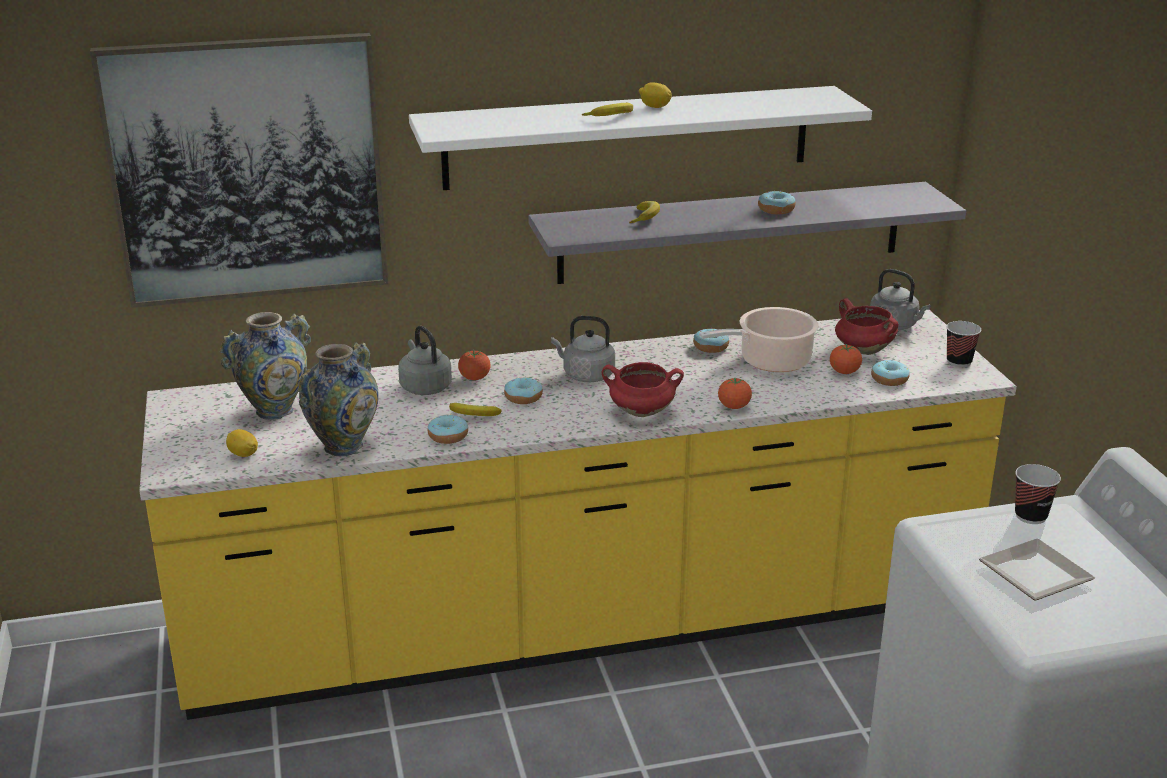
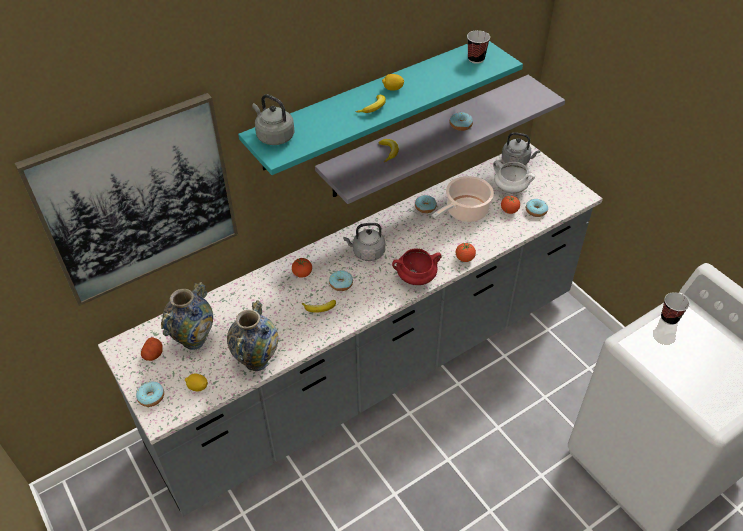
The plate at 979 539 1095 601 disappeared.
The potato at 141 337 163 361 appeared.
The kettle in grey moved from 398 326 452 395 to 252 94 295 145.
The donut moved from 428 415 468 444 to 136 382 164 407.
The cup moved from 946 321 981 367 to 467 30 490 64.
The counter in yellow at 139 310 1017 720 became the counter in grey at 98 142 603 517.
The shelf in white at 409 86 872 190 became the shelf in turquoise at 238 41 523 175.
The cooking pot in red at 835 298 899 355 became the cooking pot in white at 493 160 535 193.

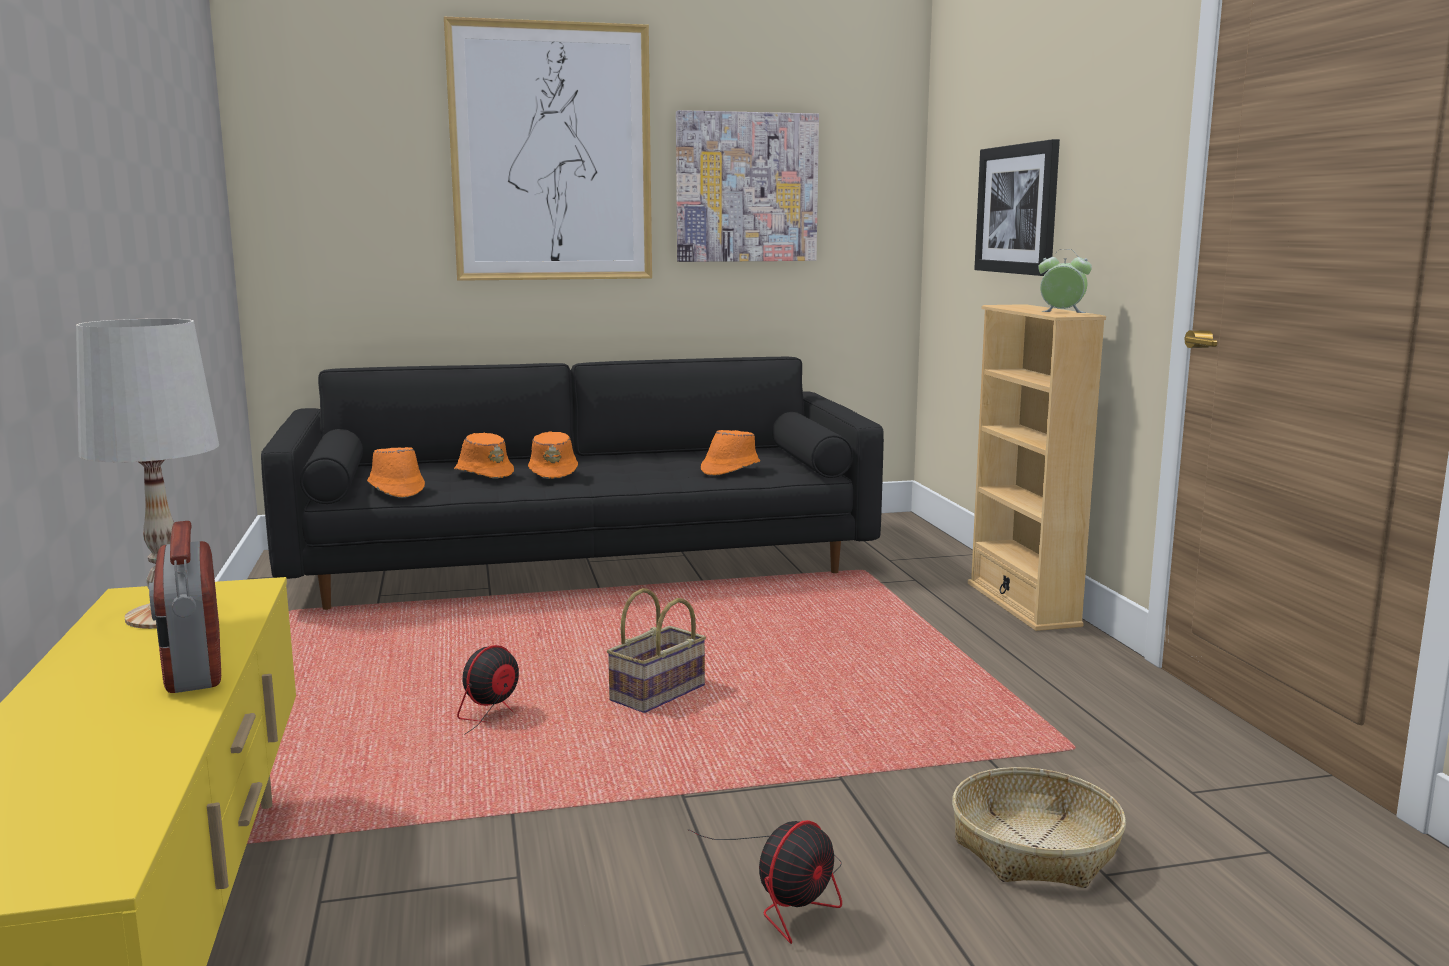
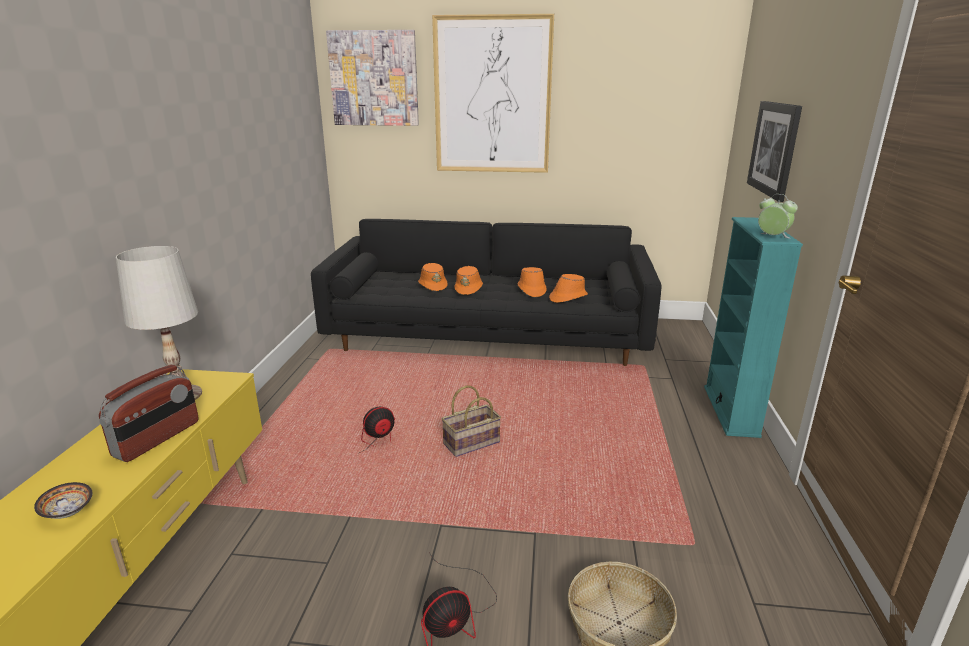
The bowl at 34 482 92 519 appeared.
The hat in orange moved from 367 447 425 498 to 518 267 547 297.
The picture moved from 676 110 819 262 to 326 30 419 126.
The bookcase in beige at 968 304 1106 631 became the bookcase in turquoise at 704 217 803 438.
The radio at 149 521 221 693 turned 150 degrees counterclockwise.

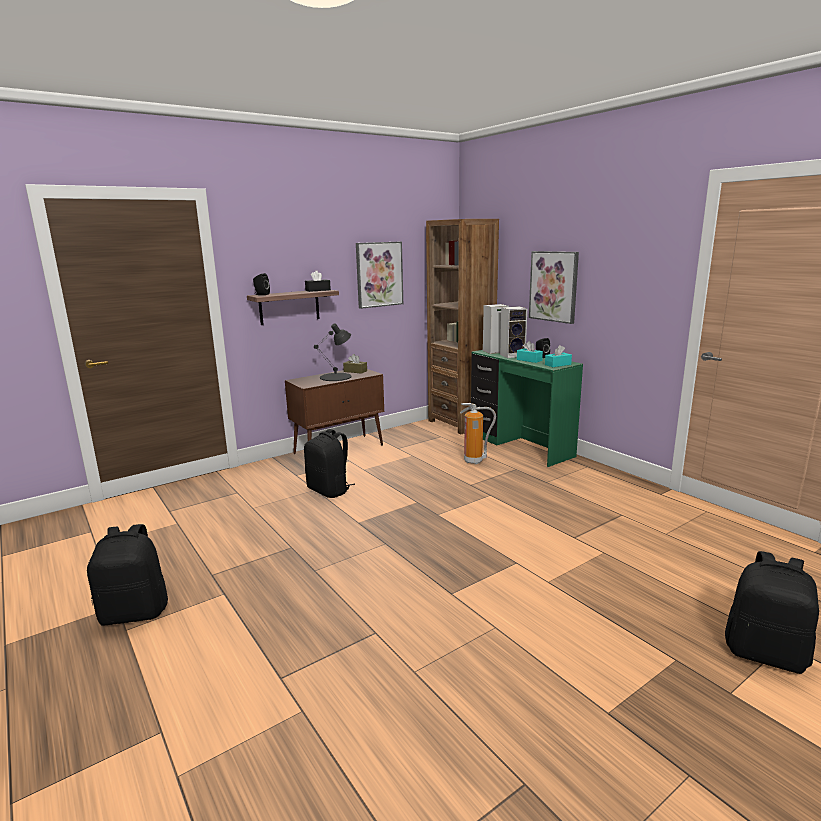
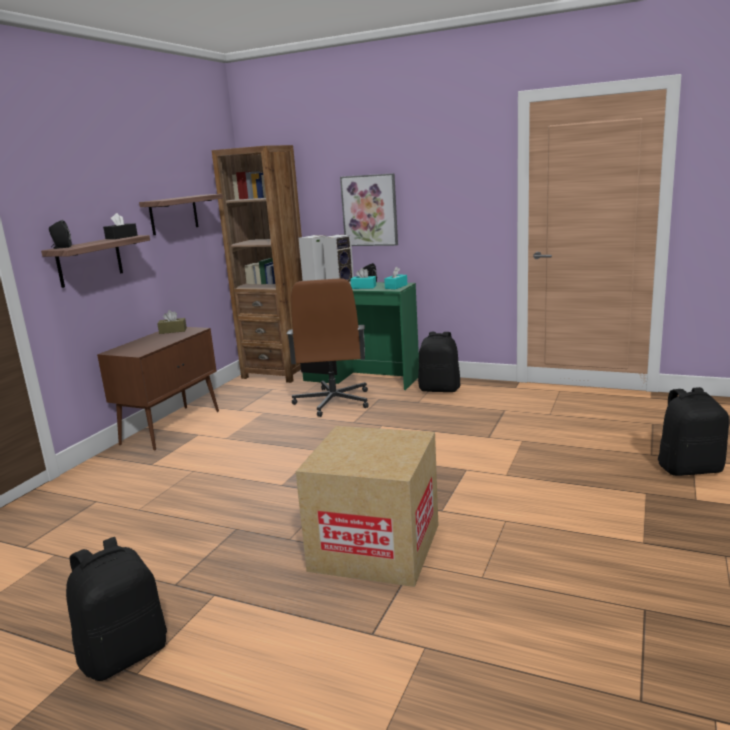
The table lamp in black at 314 323 352 381 disappeared.
The cardboard box at 296 426 438 587 appeared.
The backpack in black moved from 304 429 355 498 to 418 332 460 392.
The picture at 356 242 403 309 was replaced by the shelf at 139 194 223 235.
The fire extinguisher at 460 403 496 464 was replaced by the office chair in brown at 287 278 369 417.

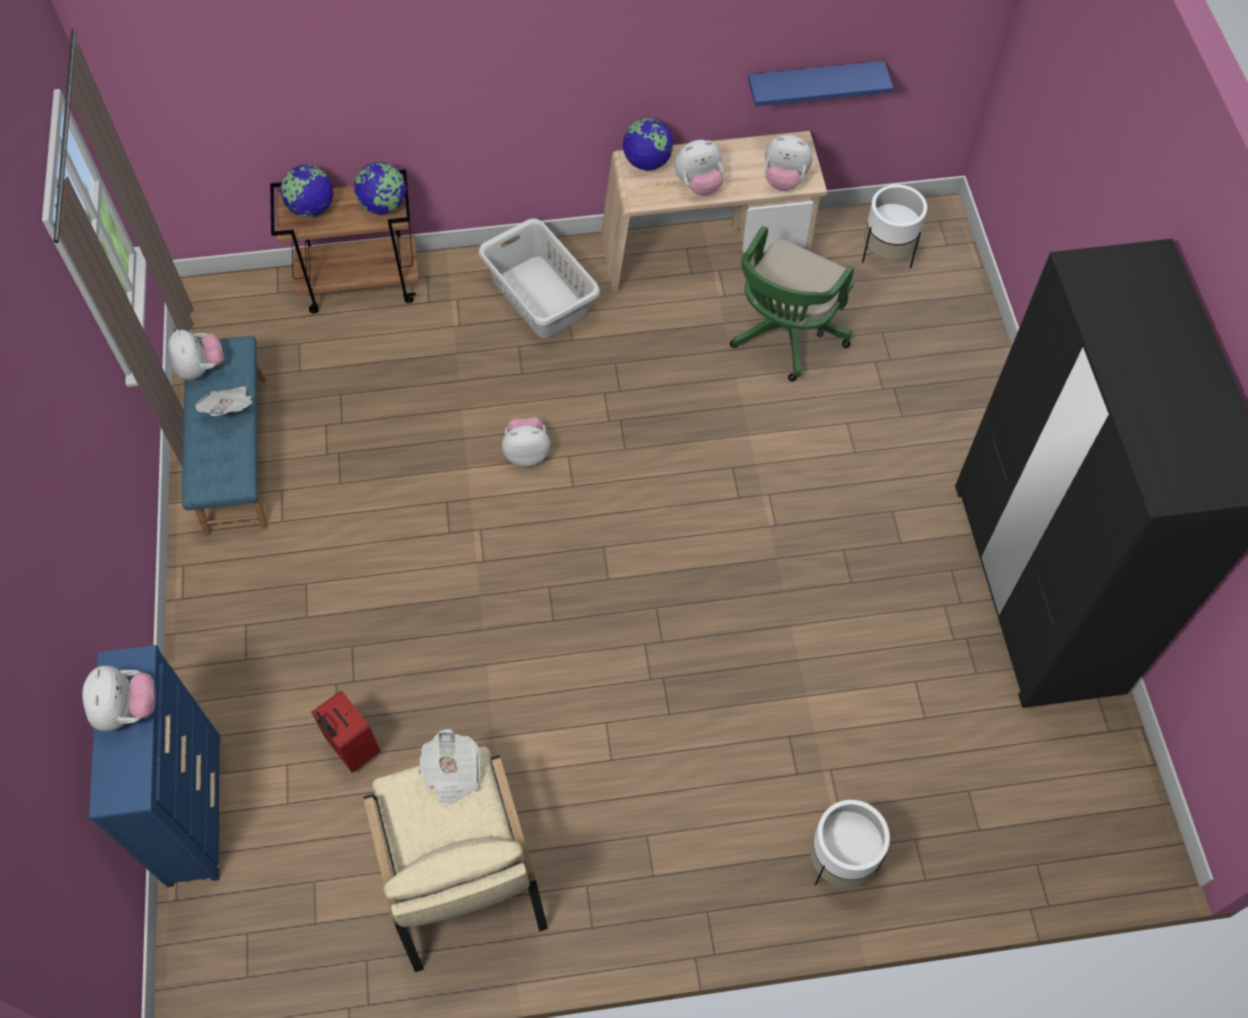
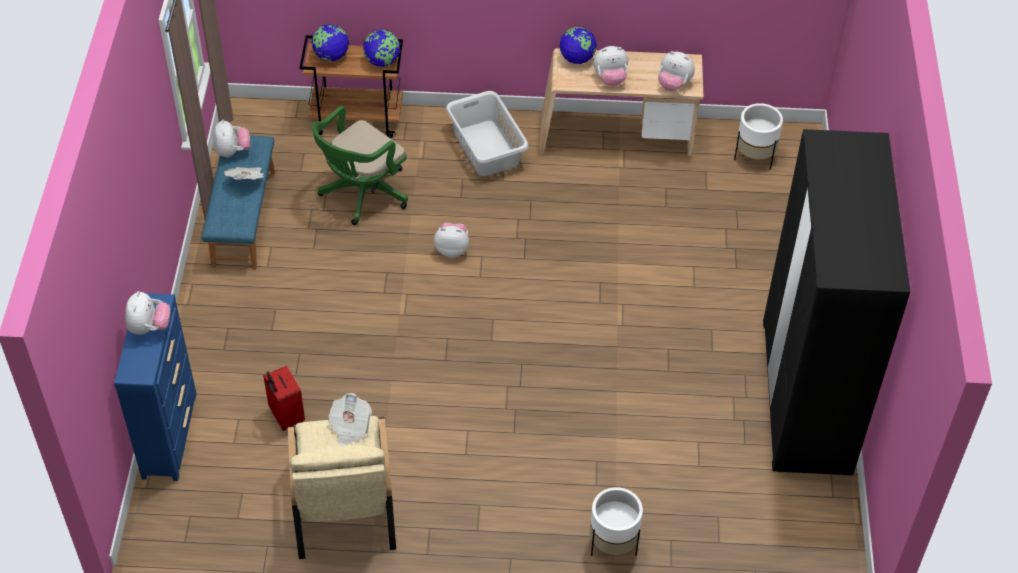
The shelf in blue at 748 61 893 106 disappeared.
The office chair in green moved from 730 226 854 382 to 312 106 408 225.

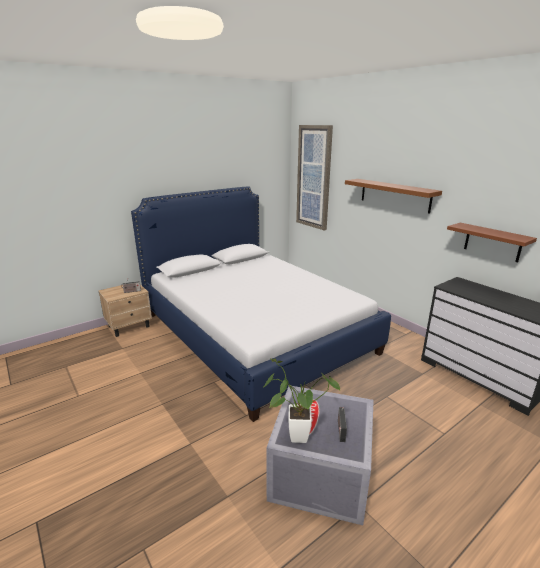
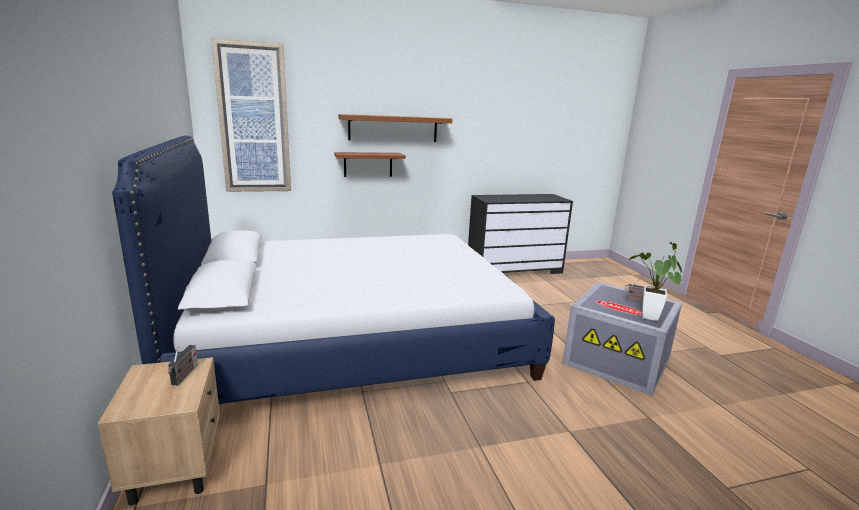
The shelf in brown moved from 447 223 537 262 to 334 152 406 177.

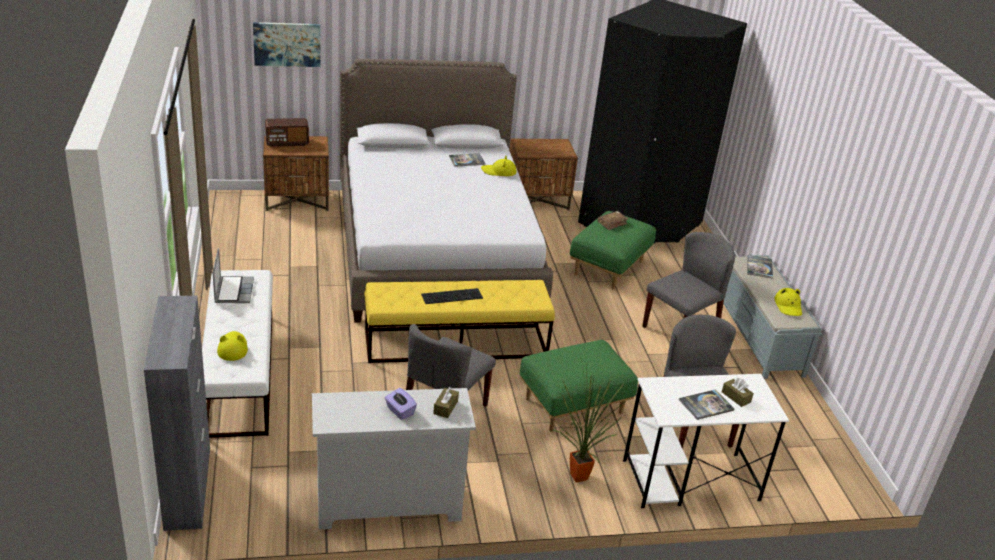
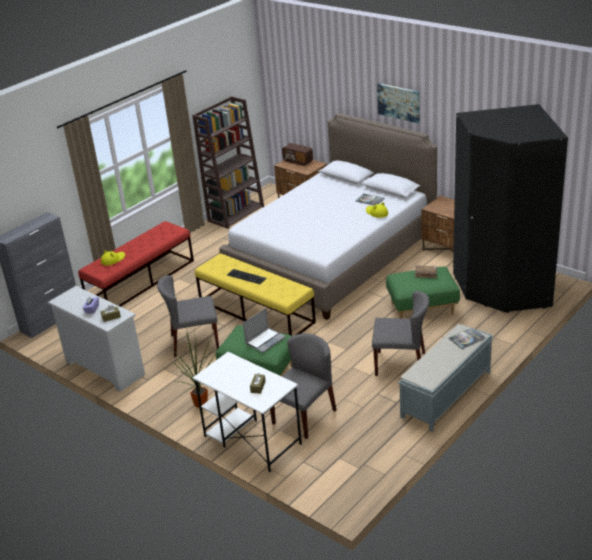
The book at 679 389 734 420 disappeared.
The hat in yellow at 775 288 802 316 disappeared.
The bookcase in brown at 192 96 264 229 appeared.
The laptop moved from 212 248 254 303 to 243 308 286 353.
The picture moved from 253 22 320 67 to 377 83 419 123.
The bench in white at 202 270 273 438 became the bench in red at 78 221 194 307.

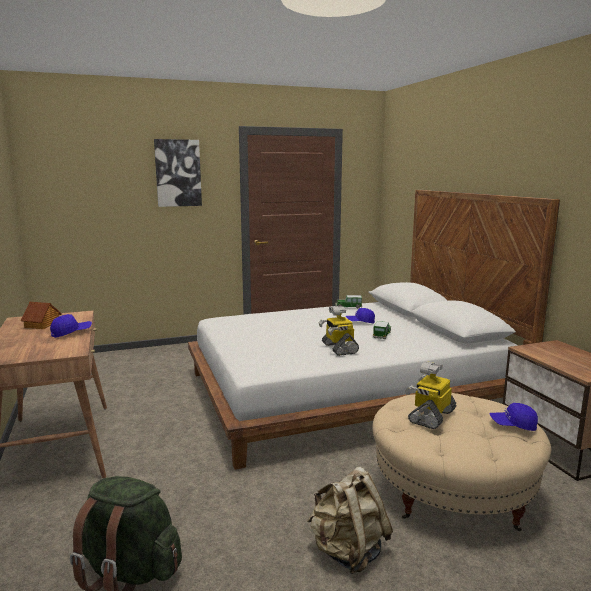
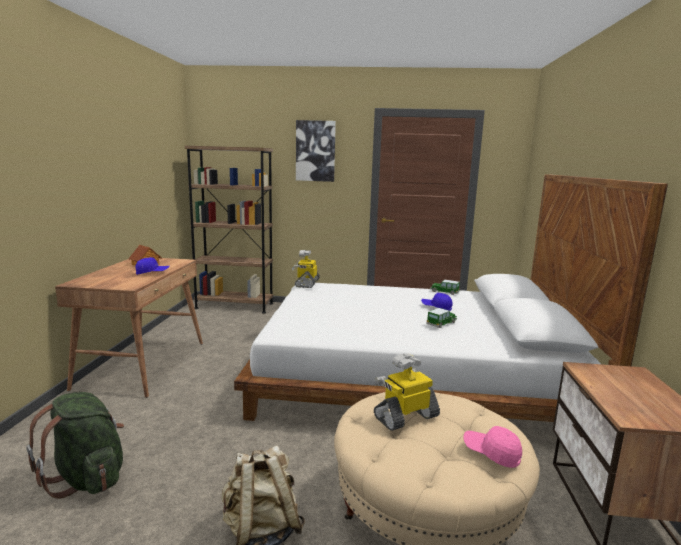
The bookcase in brown at 185 146 273 313 appeared.
The toy robot moved from 319 306 359 356 to 292 250 320 288.
The cap in blue at 490 403 538 431 became the cap in pink at 464 426 522 468.

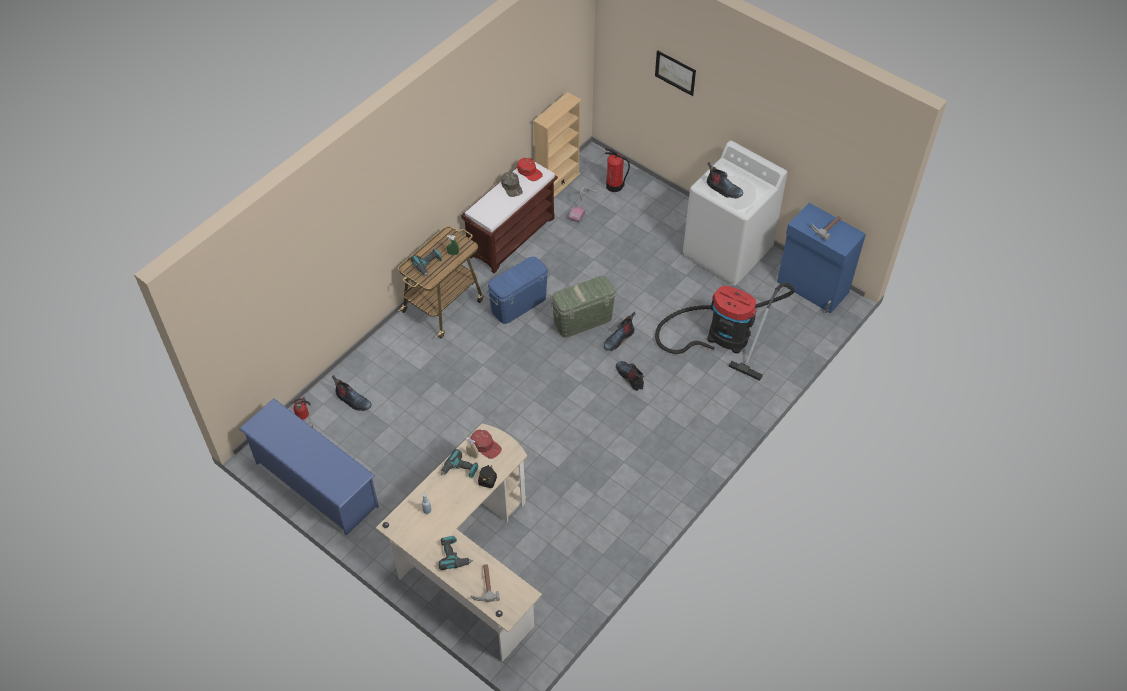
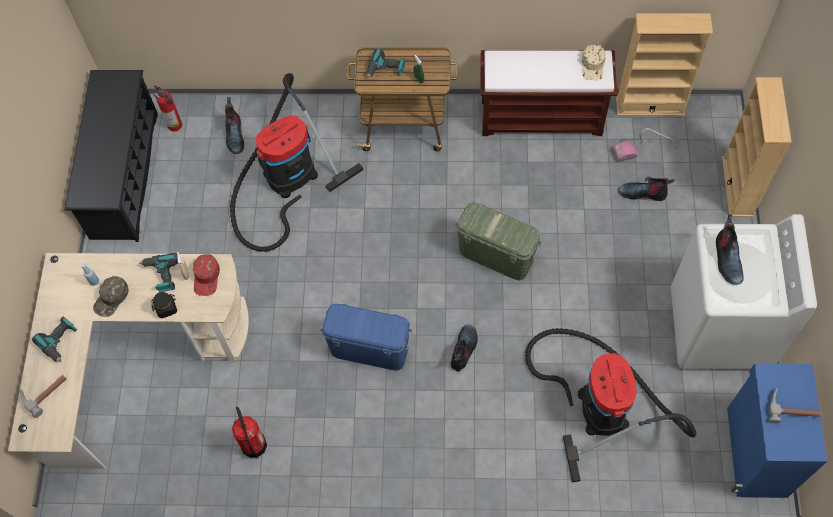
The picture at 655 50 696 96 disappeared.
The vacuum cleaner at 230 73 363 252 appeared.
The bookcase in beige at 722 77 792 217 appeared.
The storage box in blue moved from 487 256 548 324 to 321 304 412 370.
The cap in green moved from 501 172 523 197 to 93 276 128 317.
The boot moved from 604 312 636 351 to 618 177 675 201.
The fire extinguisher moved from 605 148 630 192 to 232 407 267 458.
The shoe rack in blue at 239 398 379 536 became the shoe rack in black at 64 70 158 242.
The cap in red at 517 158 543 181 became the cap in beige at 582 44 606 80.

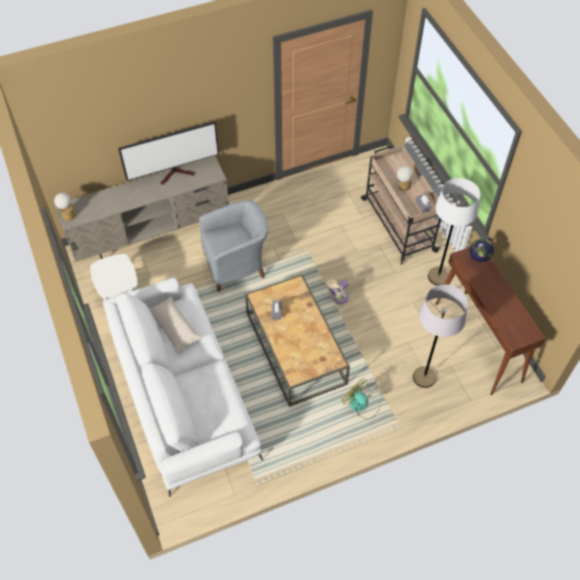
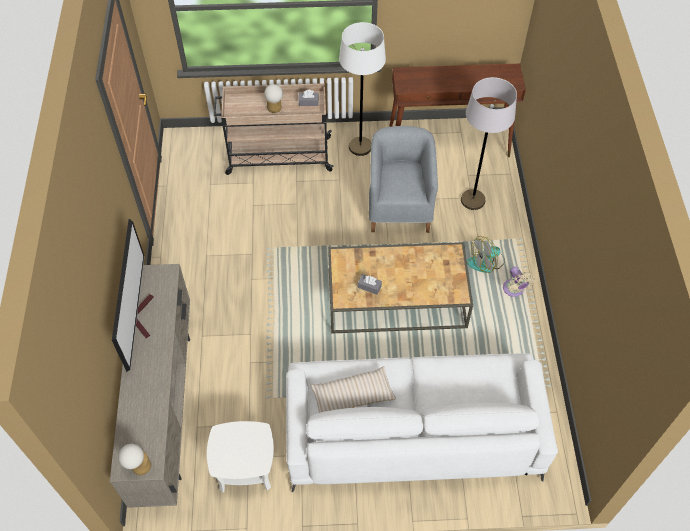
The globe at 469 238 494 267 disappeared.
The armchair in grey moved from 199 200 268 292 to 369 126 438 233.
The fan in beige moved from 327 279 349 304 to 503 267 535 297.

